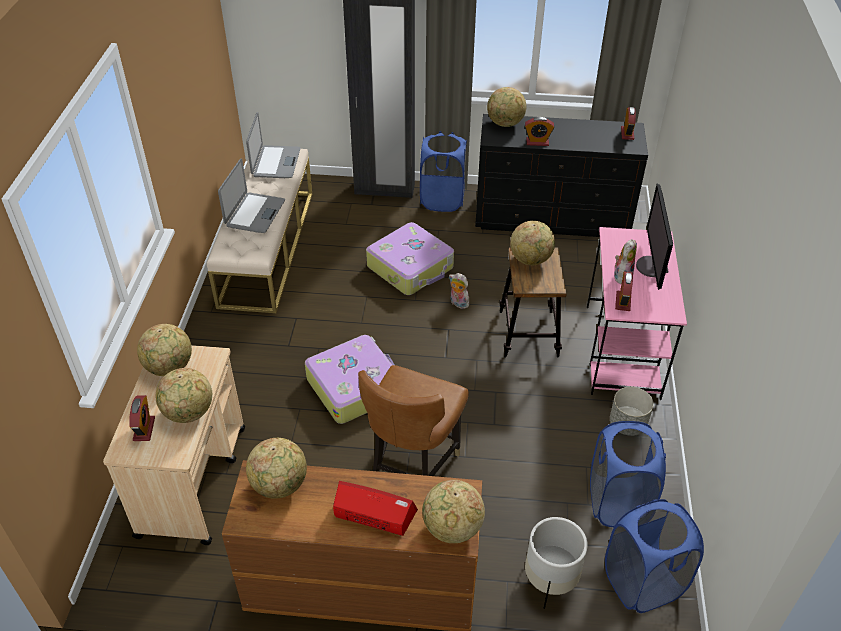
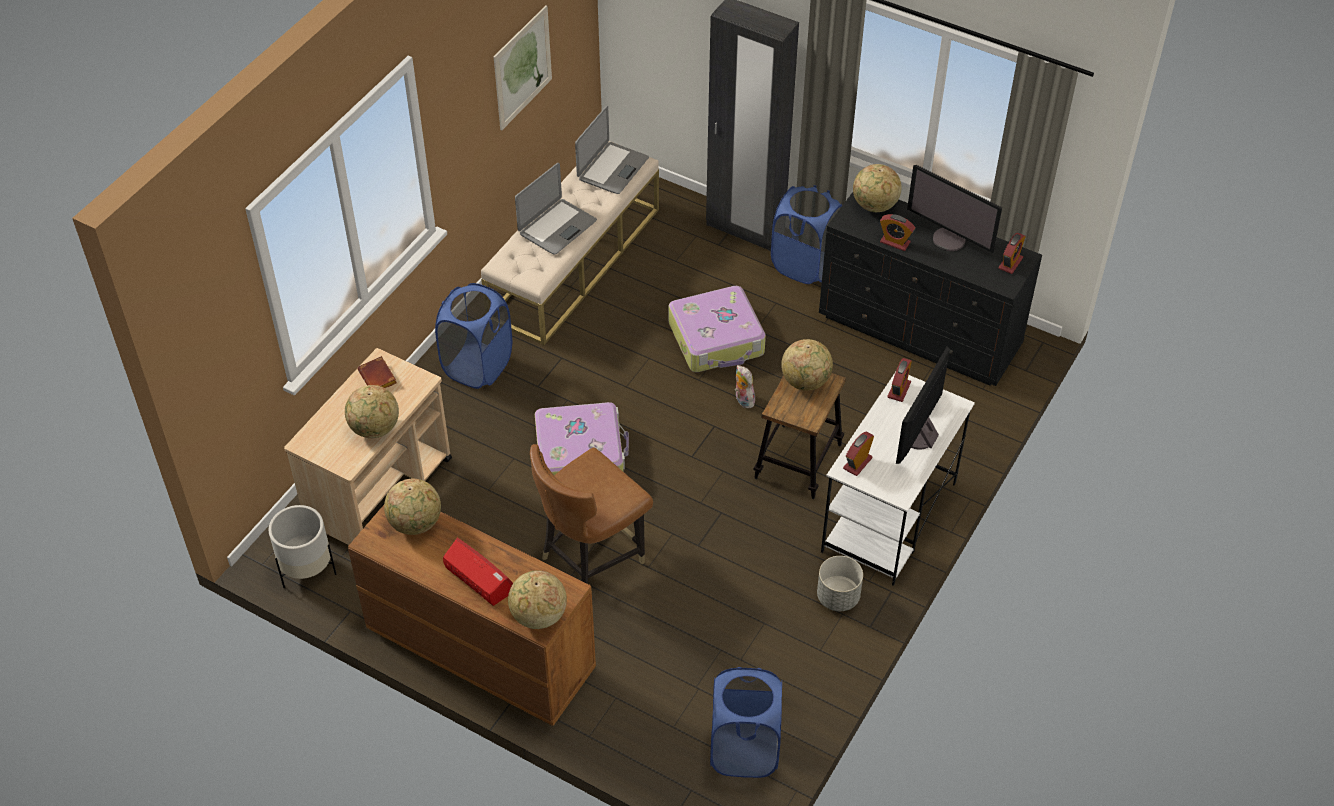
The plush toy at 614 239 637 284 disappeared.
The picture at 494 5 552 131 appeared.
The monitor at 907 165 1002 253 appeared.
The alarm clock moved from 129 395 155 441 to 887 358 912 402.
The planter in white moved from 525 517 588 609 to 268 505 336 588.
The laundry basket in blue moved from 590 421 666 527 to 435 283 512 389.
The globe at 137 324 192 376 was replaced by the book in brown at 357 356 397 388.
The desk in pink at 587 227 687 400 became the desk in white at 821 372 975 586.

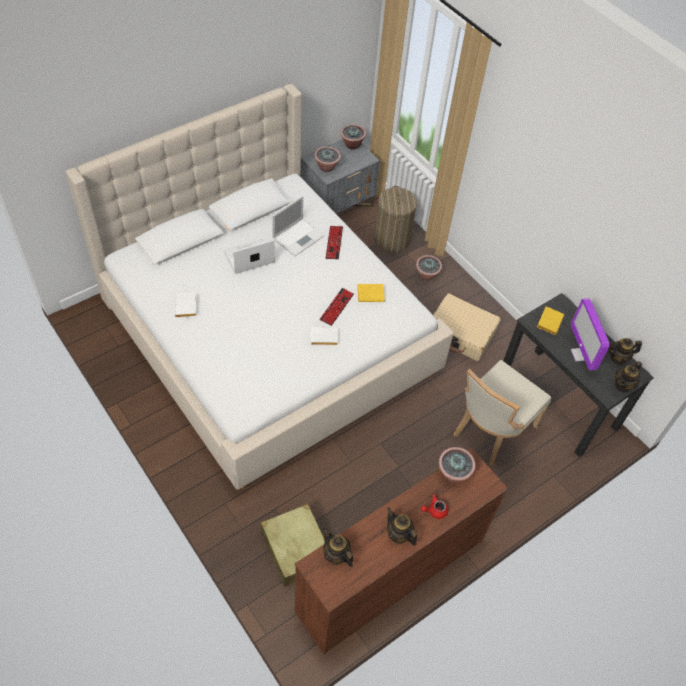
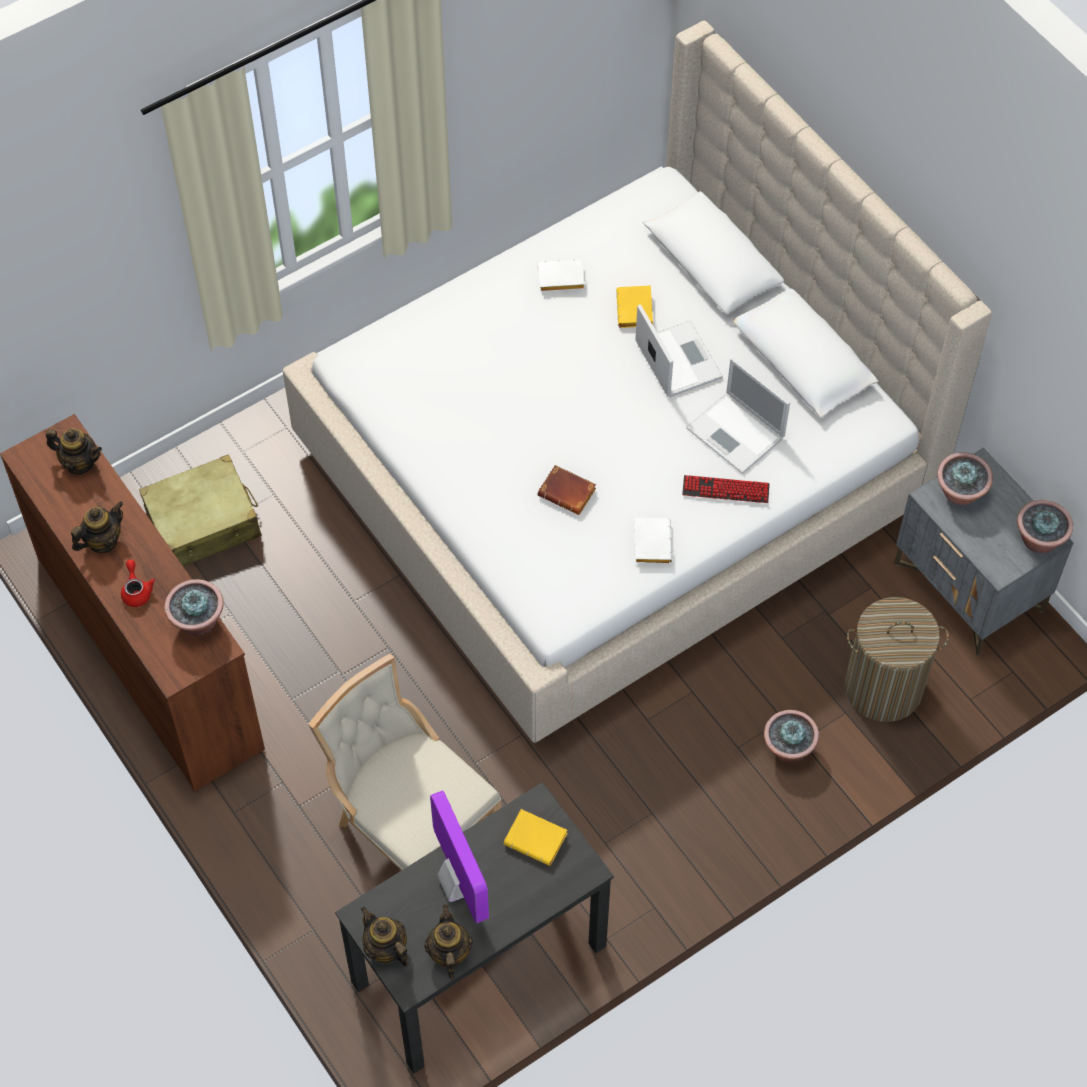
The suitcase in beige at 433 293 501 361 disappeared.
The book in white moved from 311 327 338 345 to 634 518 672 564.
The book in yellow moved from 357 284 385 302 to 616 285 653 328.
The keyboard at 319 288 354 326 was replaced by the book in brown at 538 465 596 515.
The teapot at 323 528 353 567 turned 60 degrees clockwise.
The monitor at 571 298 610 371 turned 75 degrees clockwise.

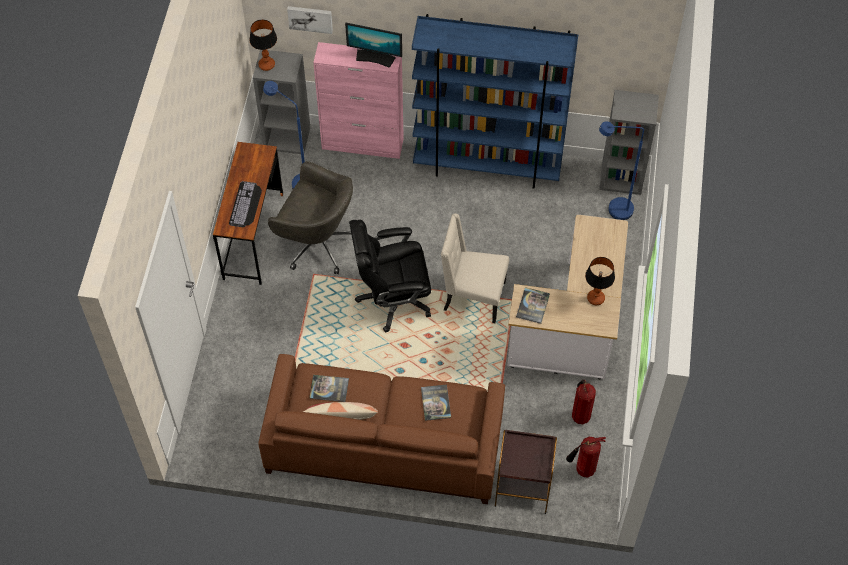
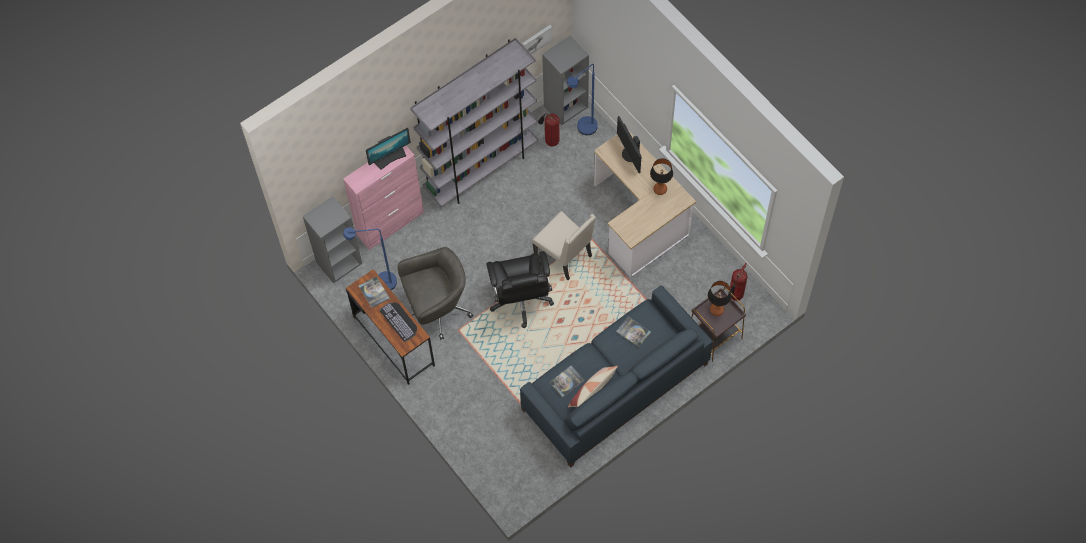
The monitor at 617 116 642 173 appeared.
The table lamp moved from 249 20 277 71 to 708 281 731 316.
The picture moved from 287 6 333 34 to 522 25 552 54.
The book moved from 516 287 550 324 to 359 276 390 308.
The fire extinguisher moved from 572 380 596 424 to 538 113 560 147.
The sofa in brown at 258 354 505 504 became the sofa in blue at 520 286 713 468.
The bookcase in blue at 412 14 578 189 became the bookcase in grey at 410 38 538 207.
The office chair in black at 349 220 431 332 turned 45 degrees counterclockwise.
The chair in beige at 441 213 509 323 turned 105 degrees counterclockwise.

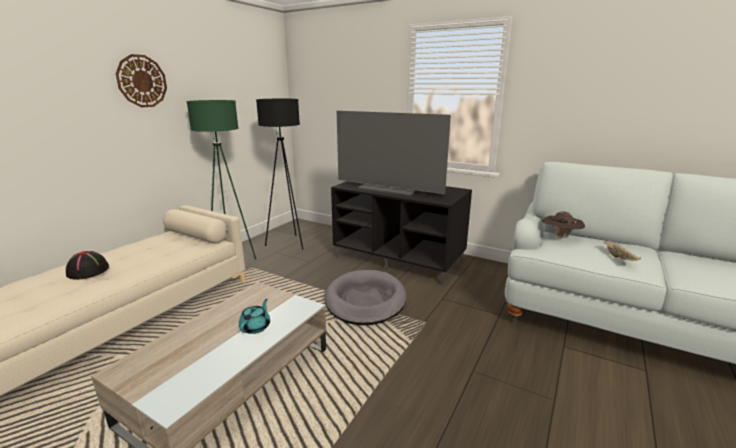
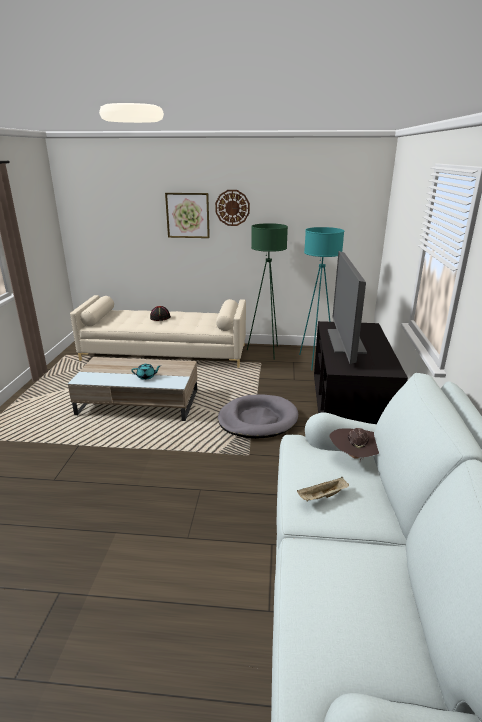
The picture at 165 193 210 238 appeared.
The floor lamp in black at 256 99 303 250 became the floor lamp in turquoise at 299 227 344 370.

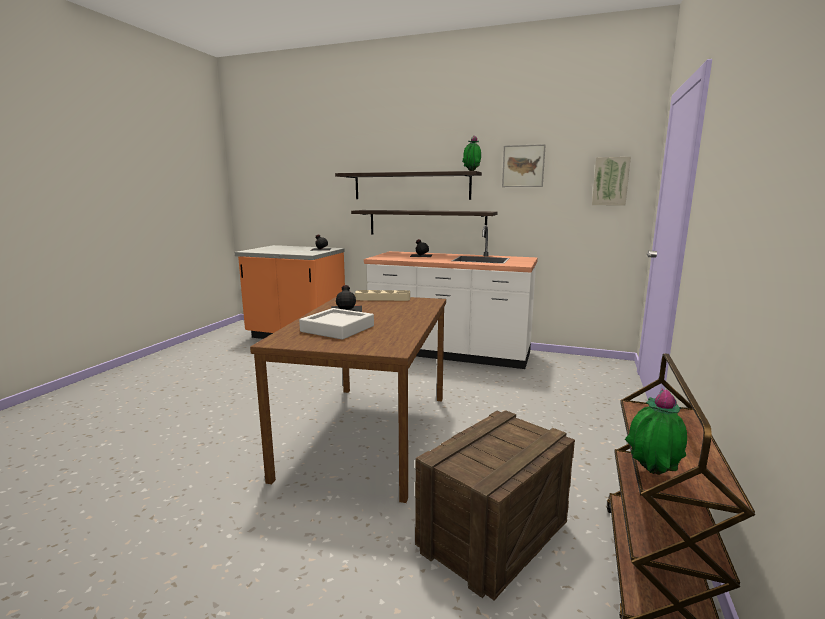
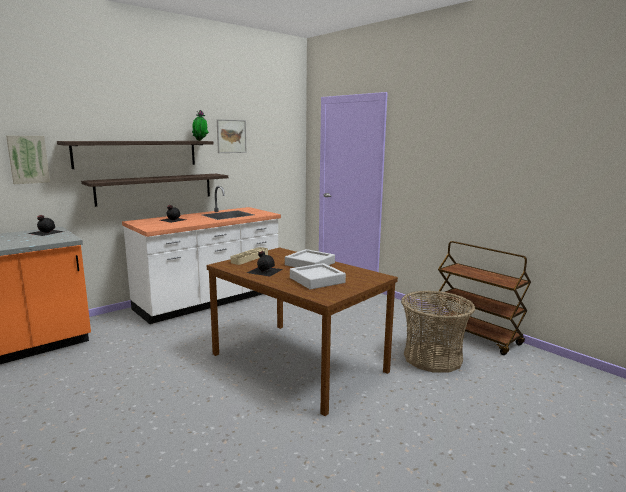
The potted plant at 625 388 687 475 disappeared.
The tray in grey at 285 249 335 267 appeared.
The picture moved from 592 157 631 206 to 6 136 50 184.
The crate at 415 410 575 600 was replaced by the basket at 401 291 475 373.

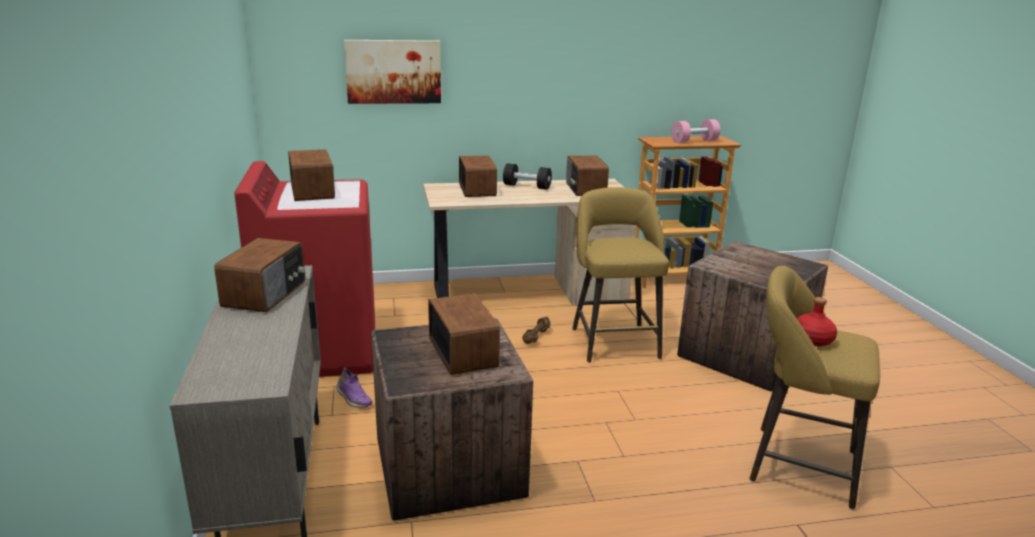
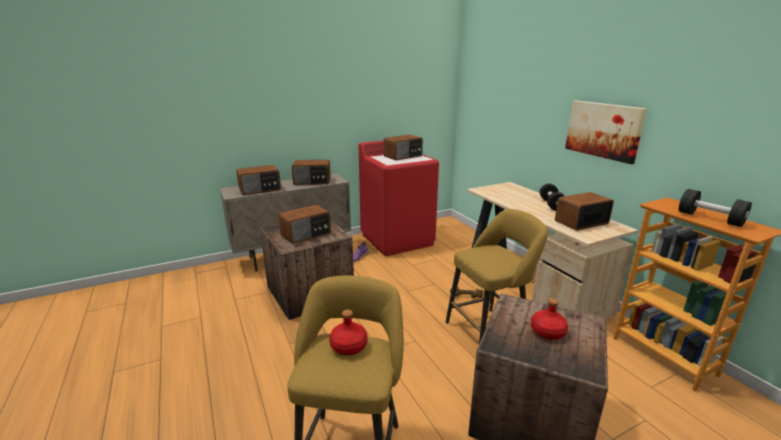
The bottle in red at 531 298 568 340 appeared.
The picture moved from 344 40 441 104 to 565 101 647 164.
The radio moved from 459 156 497 197 to 236 165 281 195.
The dumbbell in pink at 671 119 720 143 became the dumbbell in black at 679 189 752 227.

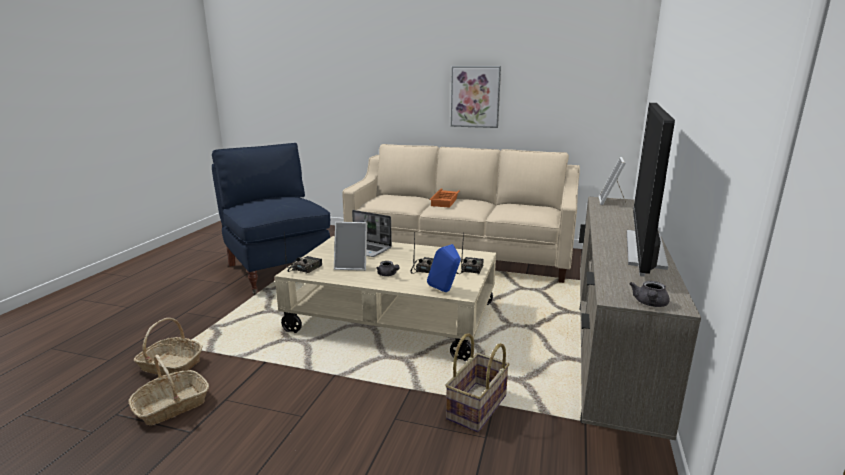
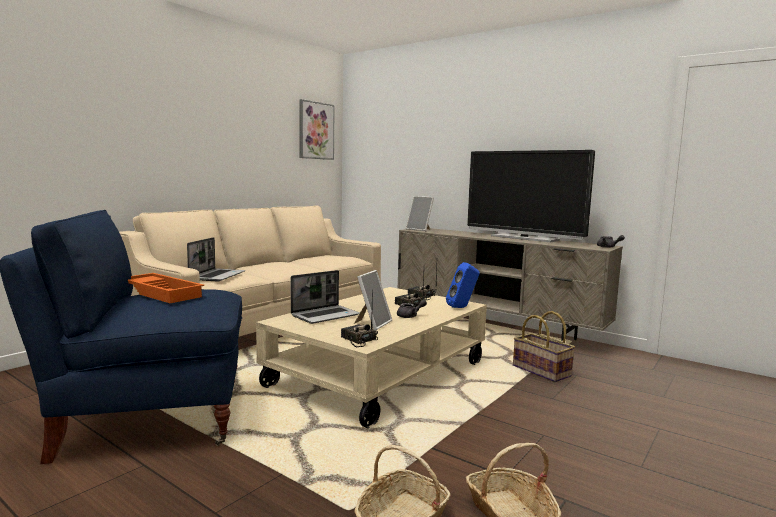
The laptop at 187 237 245 281 appeared.
The tray in orange moved from 430 189 460 208 to 128 273 204 303.
The picture moved from 451 66 501 128 to 299 99 335 160.

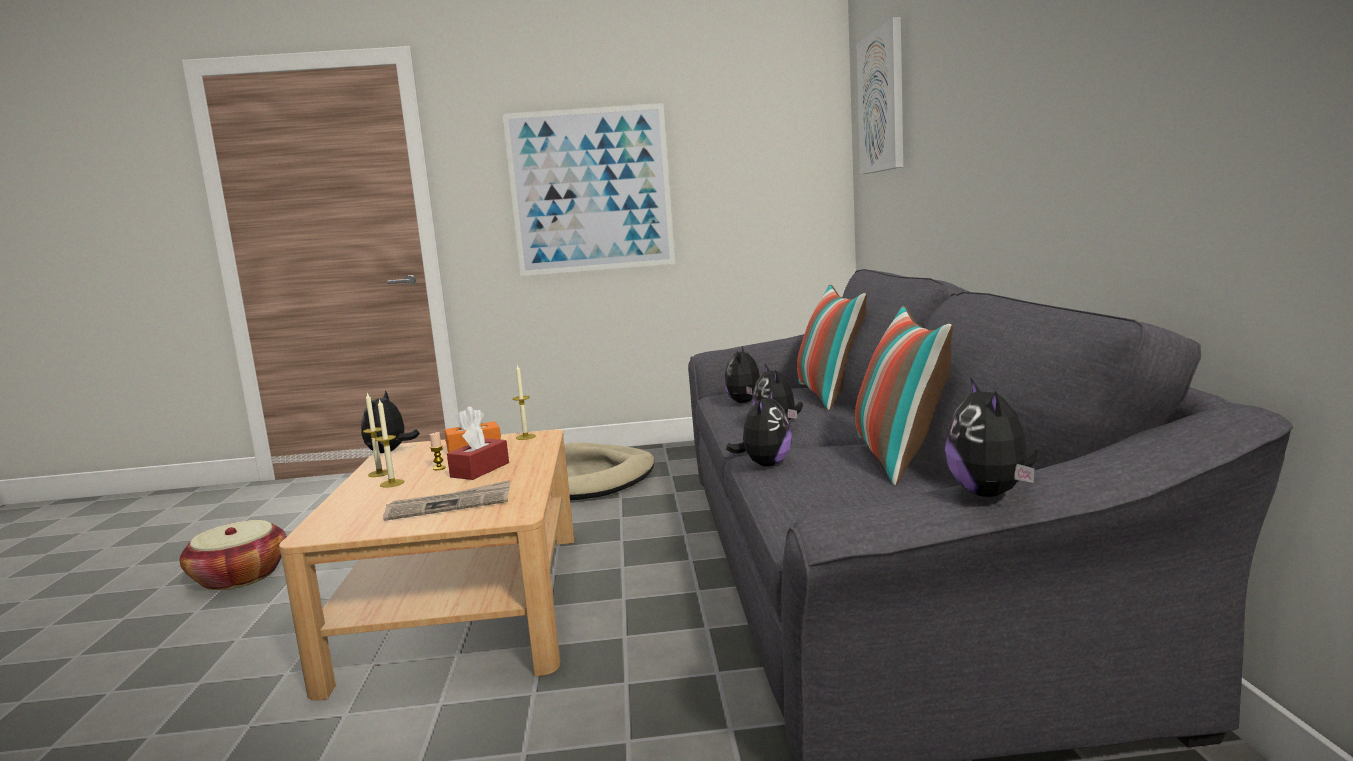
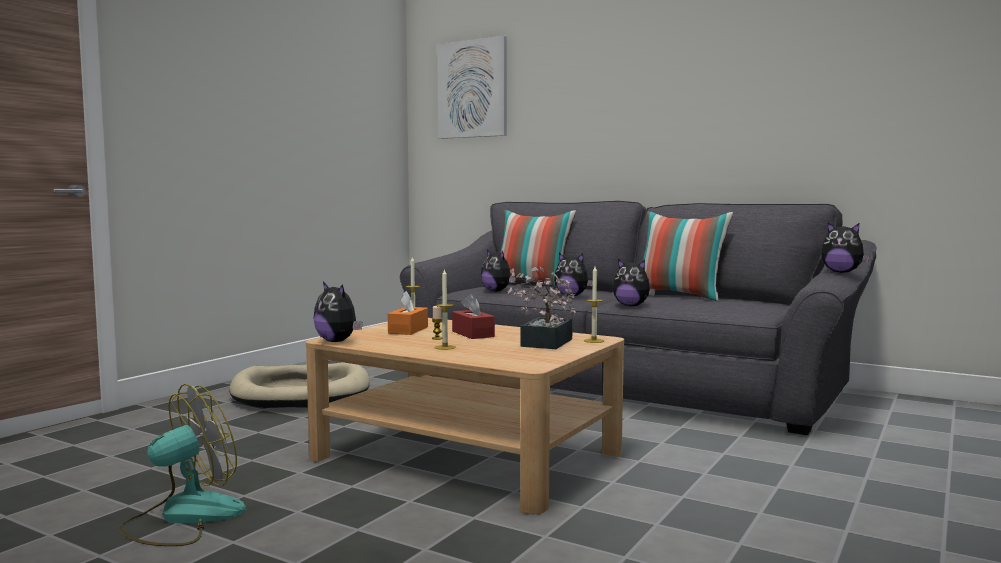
The picture at 502 103 675 276 disappeared.
The candle moved from 363 393 388 477 to 584 266 604 343.
The basket at 180 520 287 590 was replaced by the fan at 119 384 246 546.
The newspaper at 383 480 510 521 was replaced by the potted plant at 508 266 576 349.
The plush toy at 726 390 792 466 turned 150 degrees clockwise.

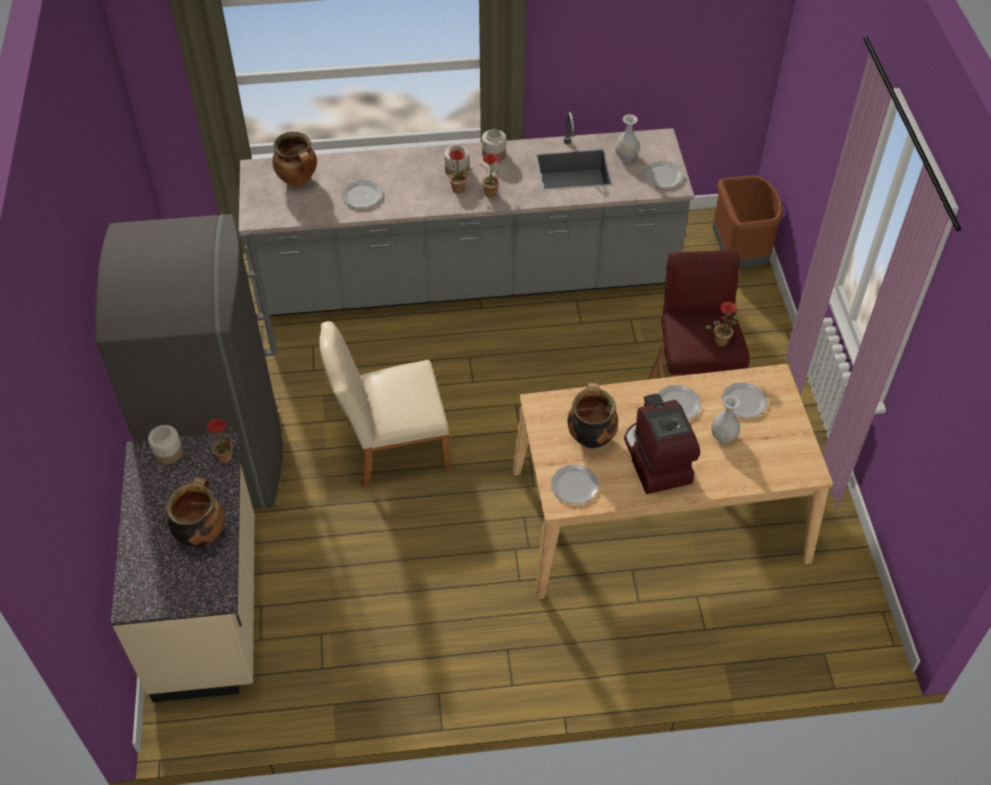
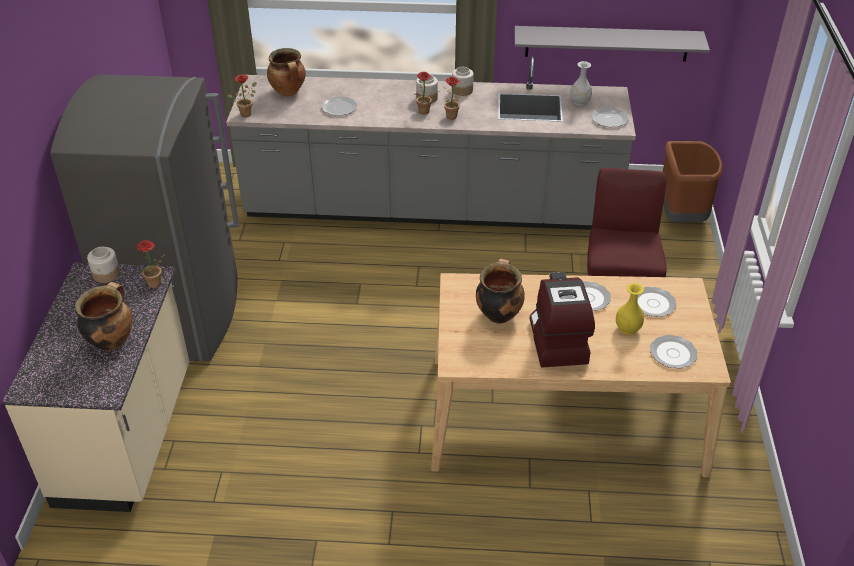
The chair in beige at 319 321 450 487 disappeared.
The shelf in grey at 514 26 710 62 appeared.
The plate moved from 551 465 599 504 to 650 335 697 369.
The potted plant moved from 705 302 738 347 to 227 75 257 117.
The vase in white at 711 395 741 443 became the vase in yellow at 616 283 644 335.

